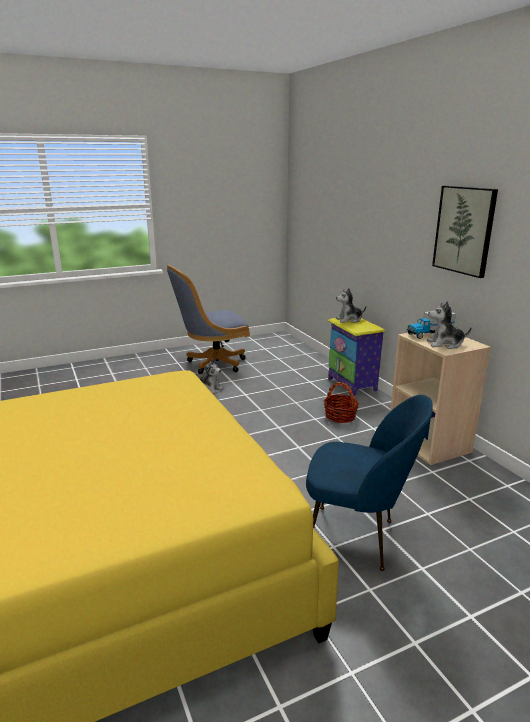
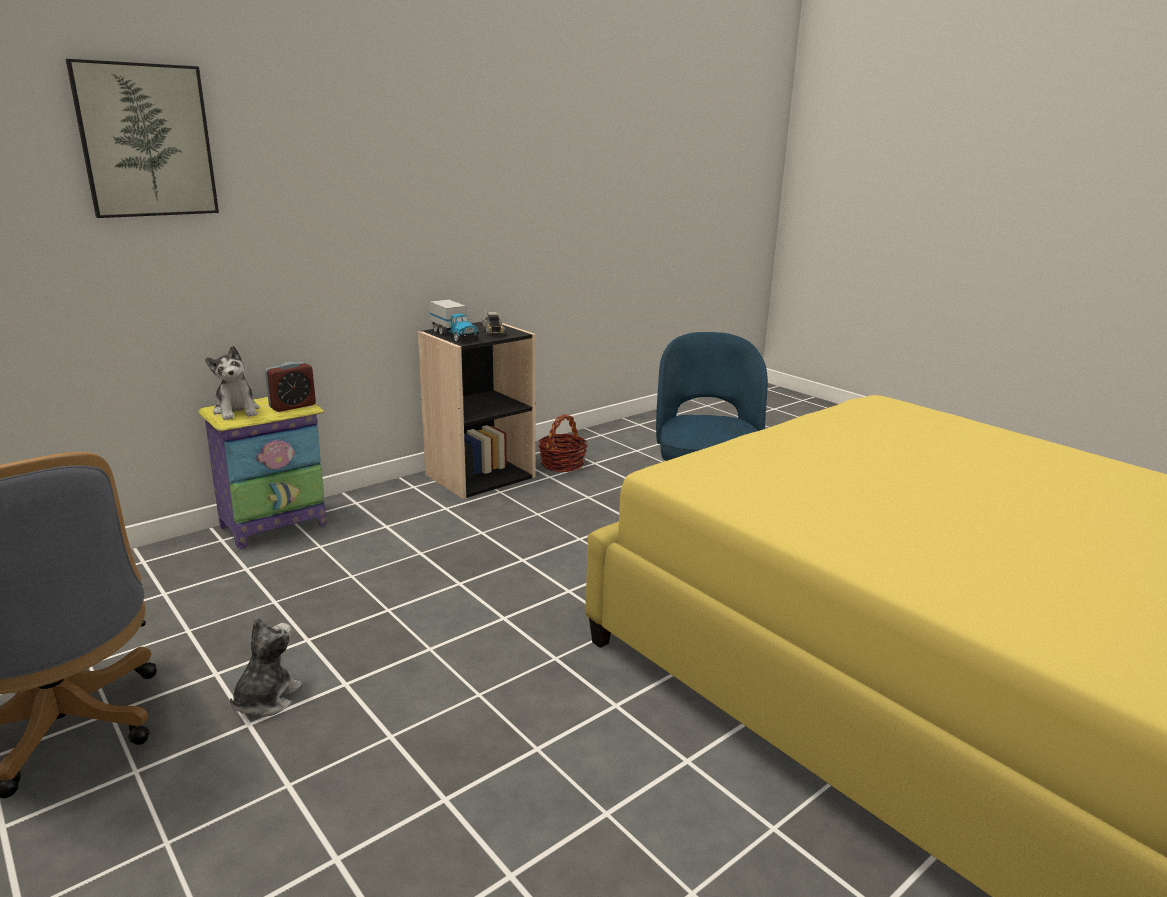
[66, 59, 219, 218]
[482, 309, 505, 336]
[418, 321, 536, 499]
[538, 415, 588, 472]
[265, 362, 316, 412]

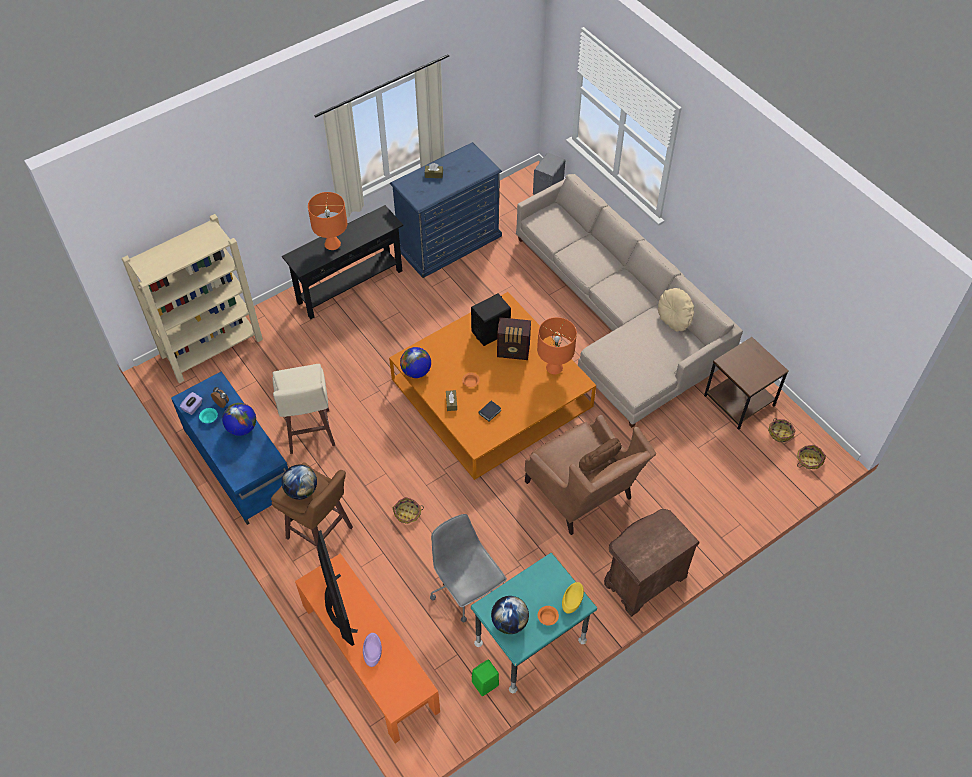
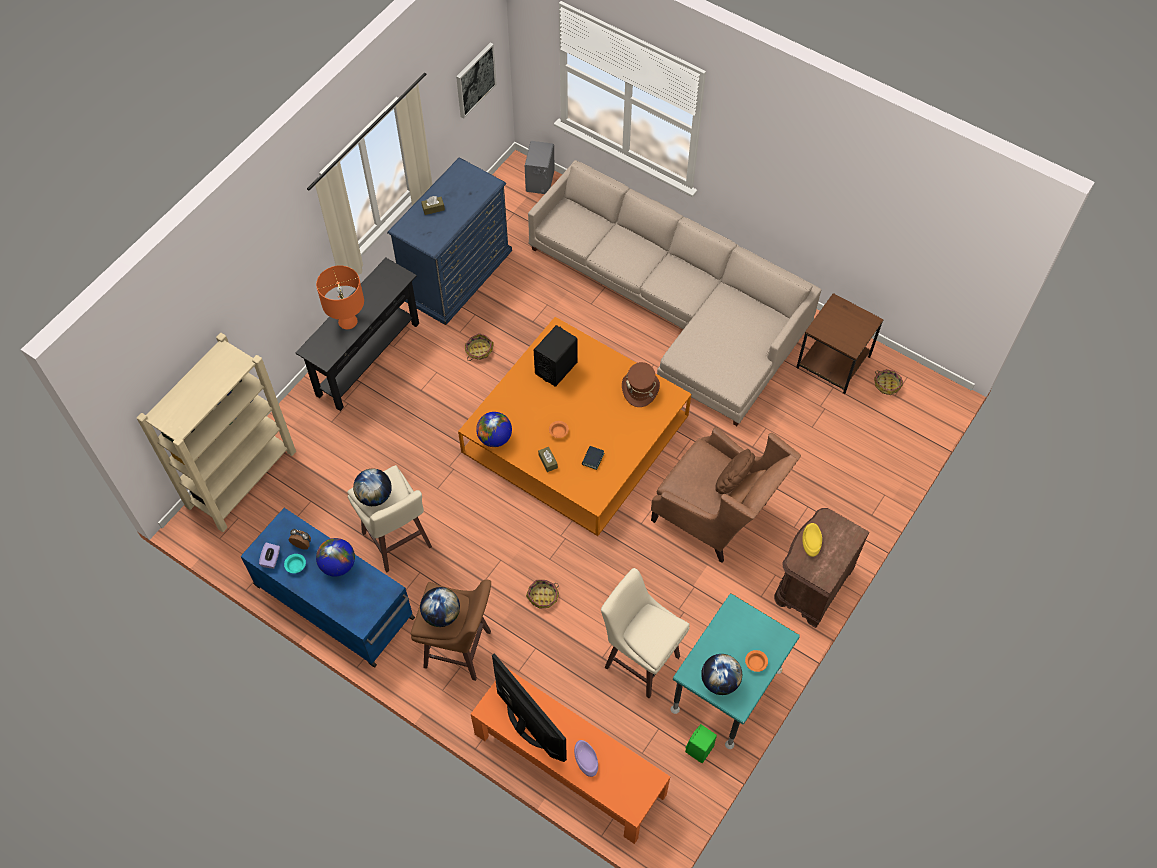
[657, 288, 694, 332] (first image)
[497, 317, 531, 360] (first image)
[622, 362, 660, 407]
[465, 333, 494, 361]
[601, 568, 690, 698]
[802, 523, 822, 557]
[456, 42, 497, 118]
[353, 468, 392, 506]

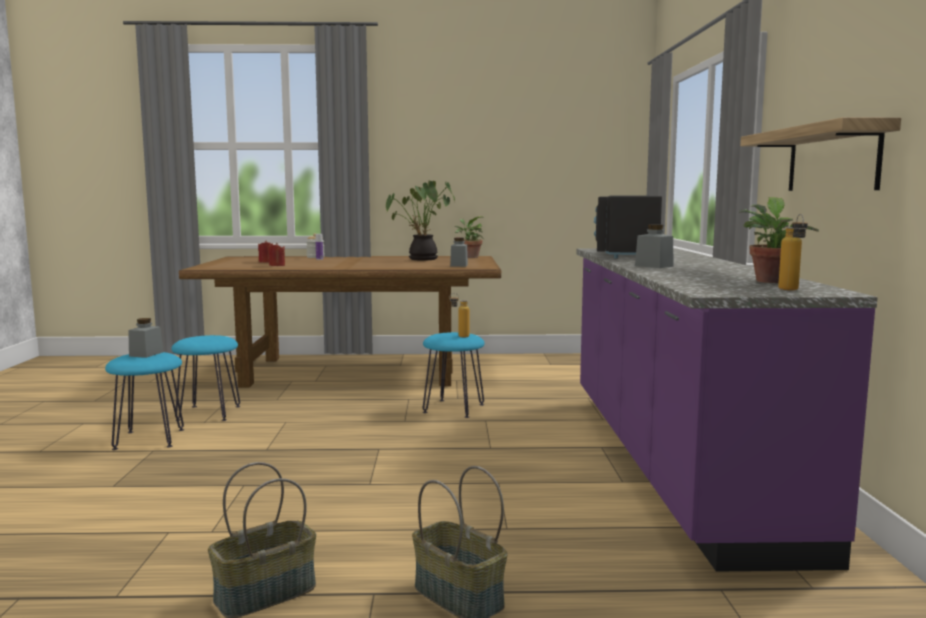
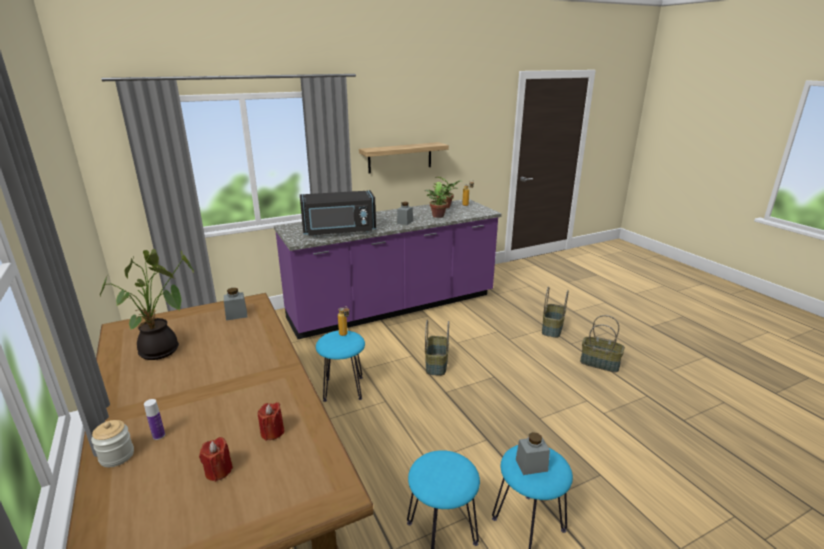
[425, 182, 453, 218]
[425, 320, 449, 376]

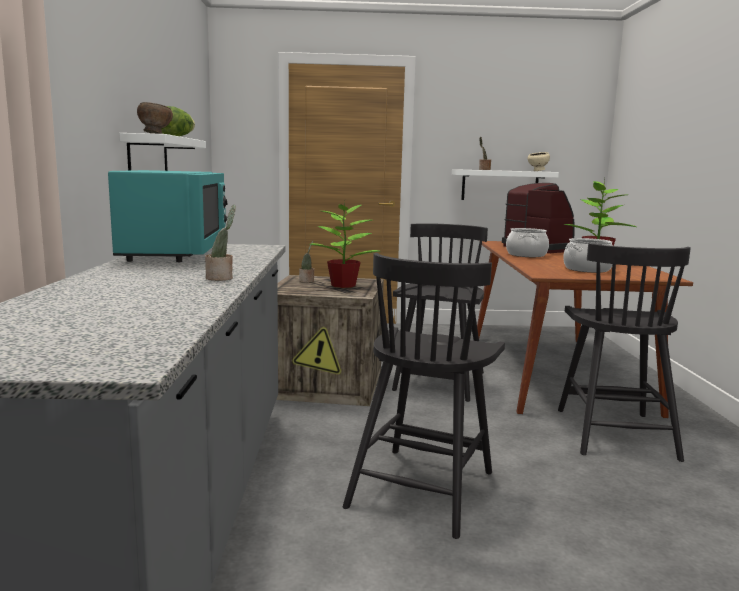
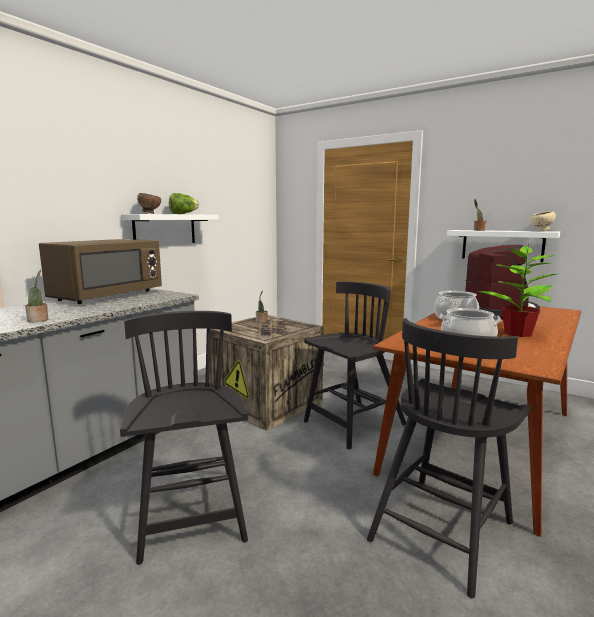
[39, 239, 162, 304]
[309, 201, 380, 288] (first image)
[120, 311, 248, 565]

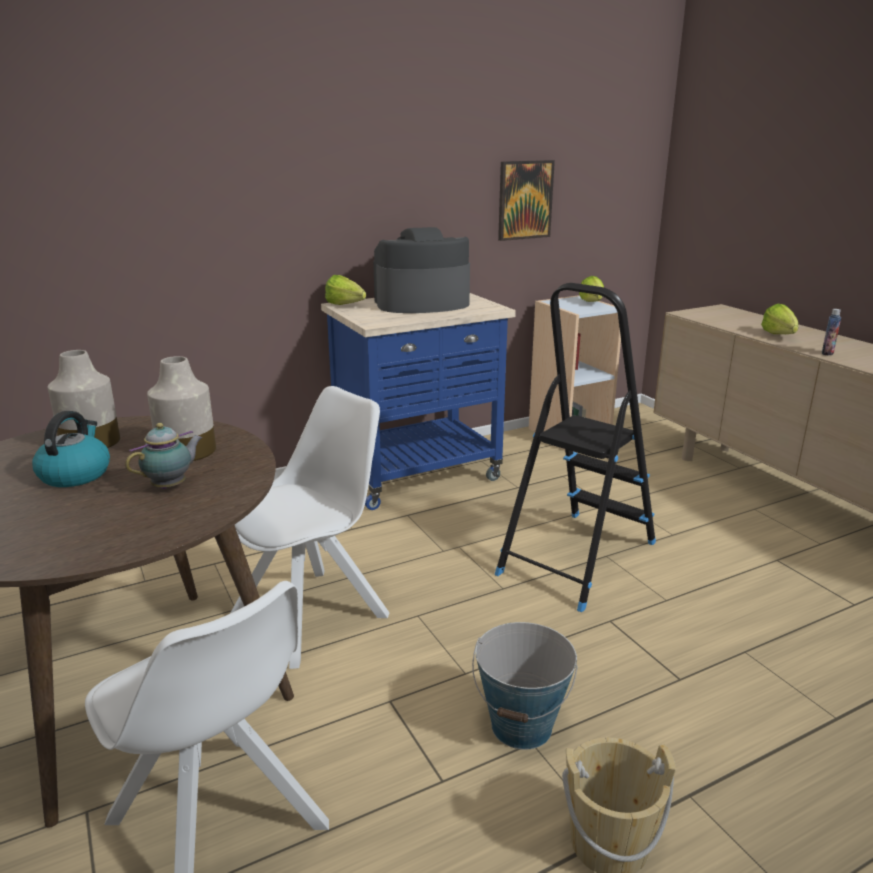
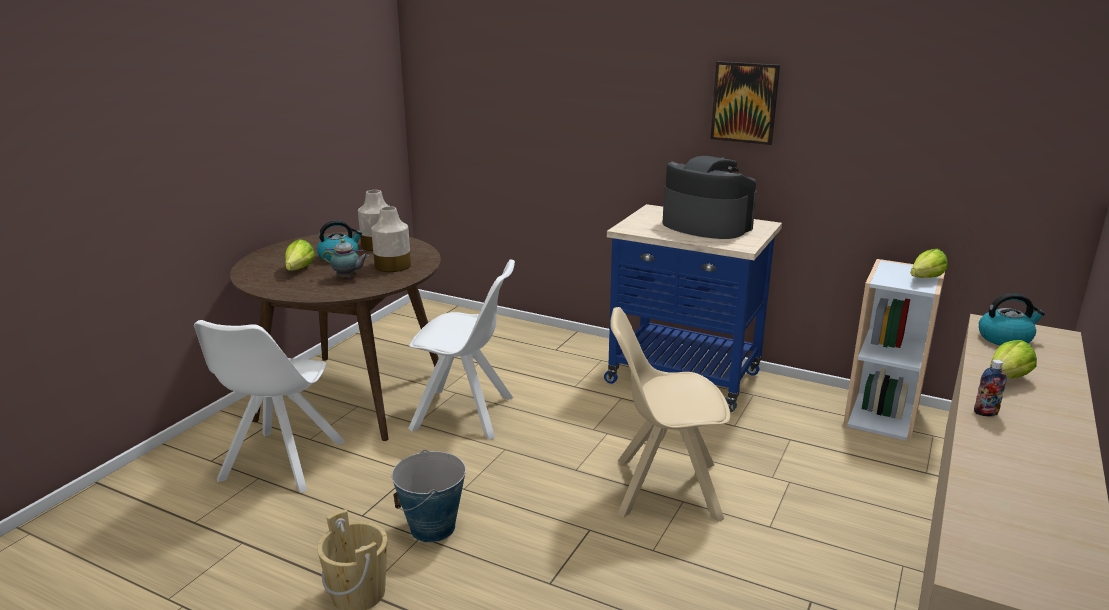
[710, 61, 780, 145]
[285, 239, 315, 271]
[610, 307, 730, 522]
[979, 293, 1045, 346]

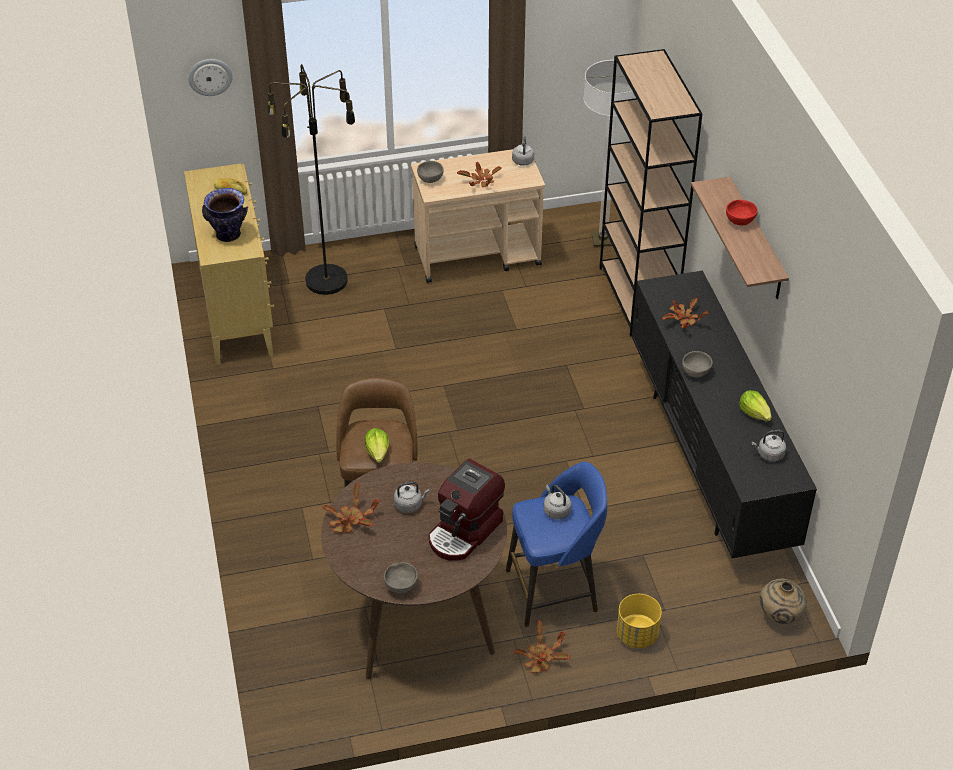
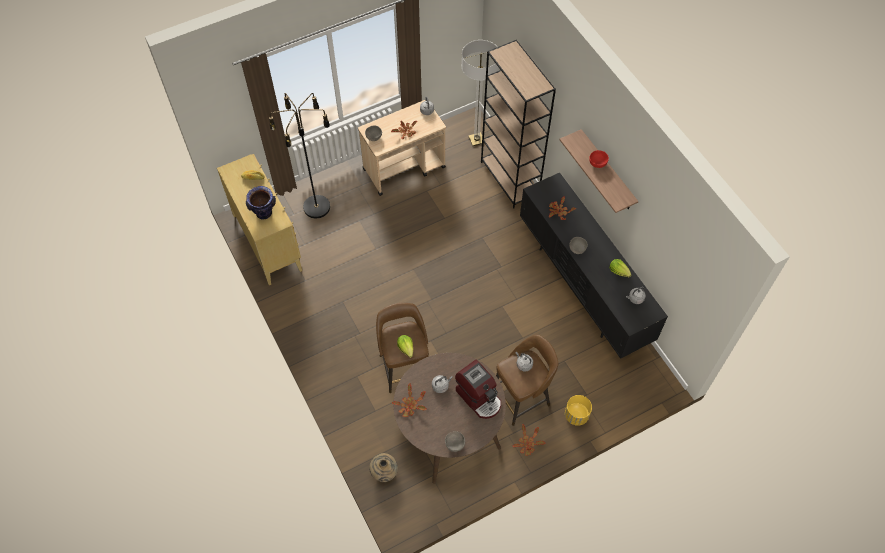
[188, 59, 233, 96] (first image)
[455, 360, 501, 419]
[496, 335, 558, 426]
[369, 453, 398, 482]

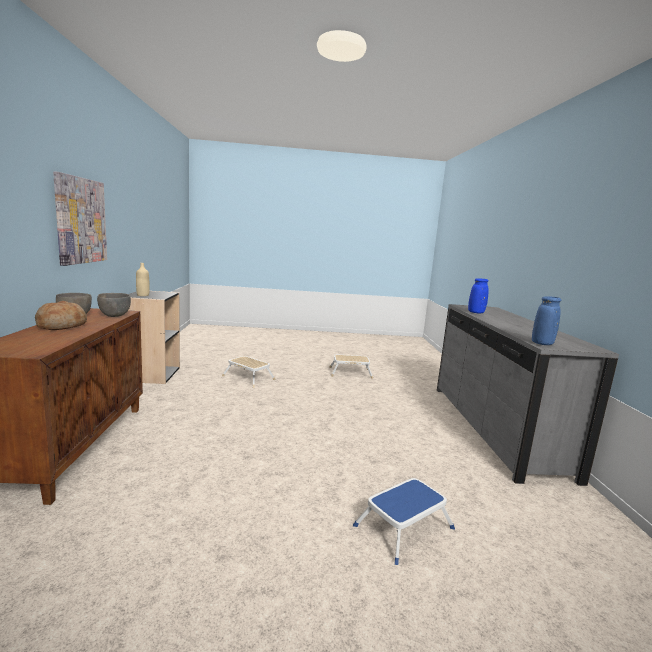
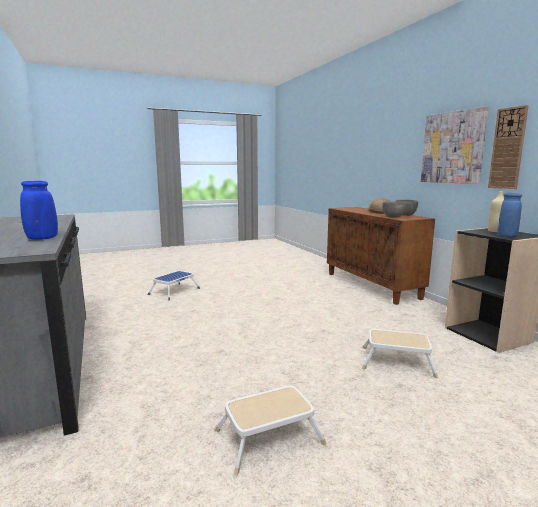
[498, 193, 522, 237]
[488, 105, 529, 189]

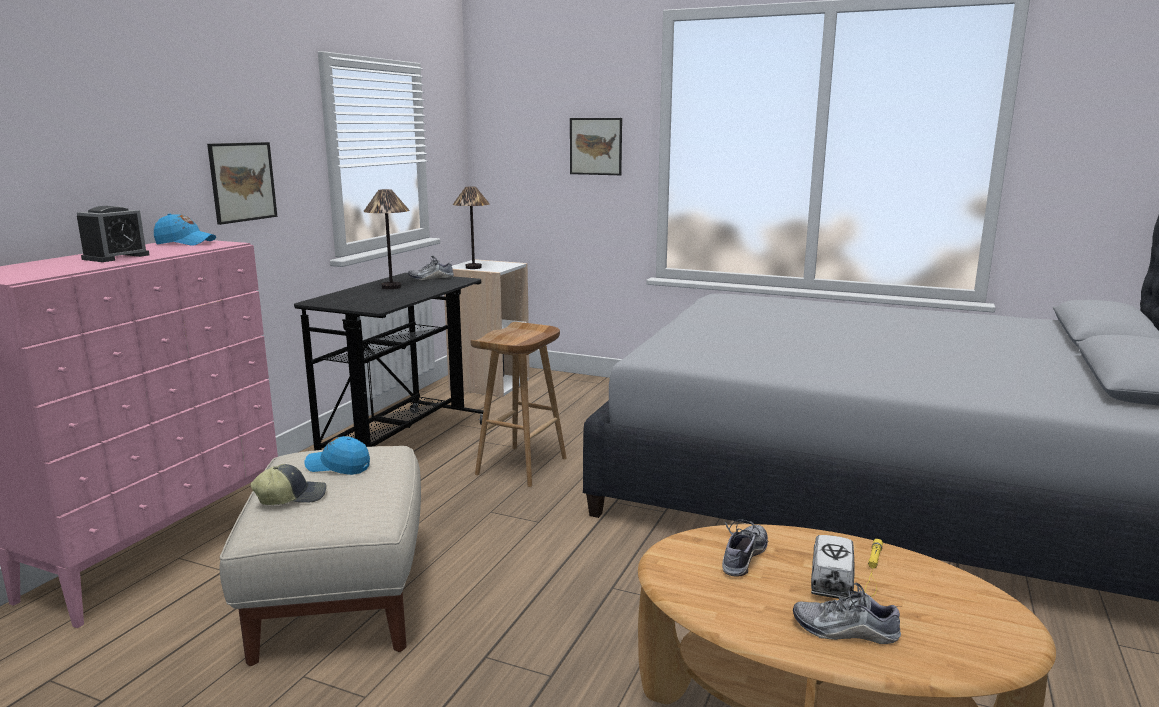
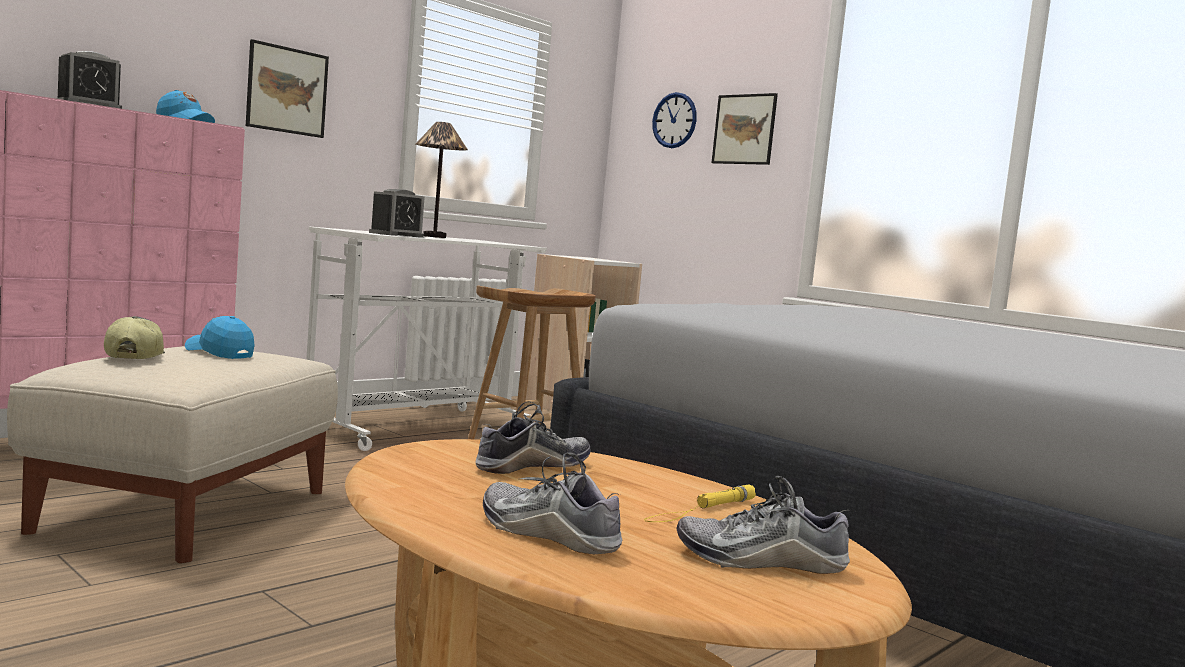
[453, 186, 490, 269] (first image)
[676, 476, 853, 574]
[306, 227, 547, 451]
[104, 316, 165, 359]
[811, 535, 855, 599] (first image)
[652, 92, 697, 148]
[369, 189, 425, 238]

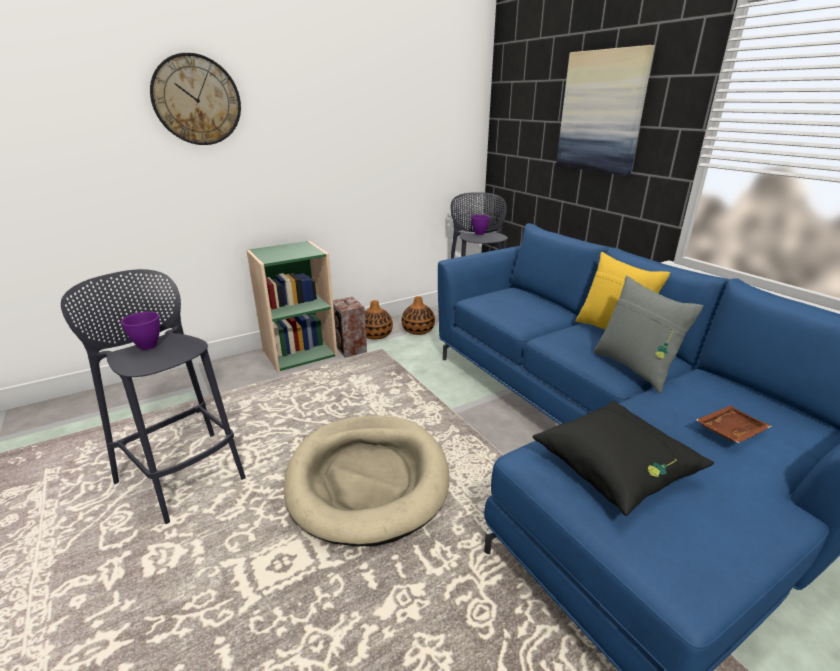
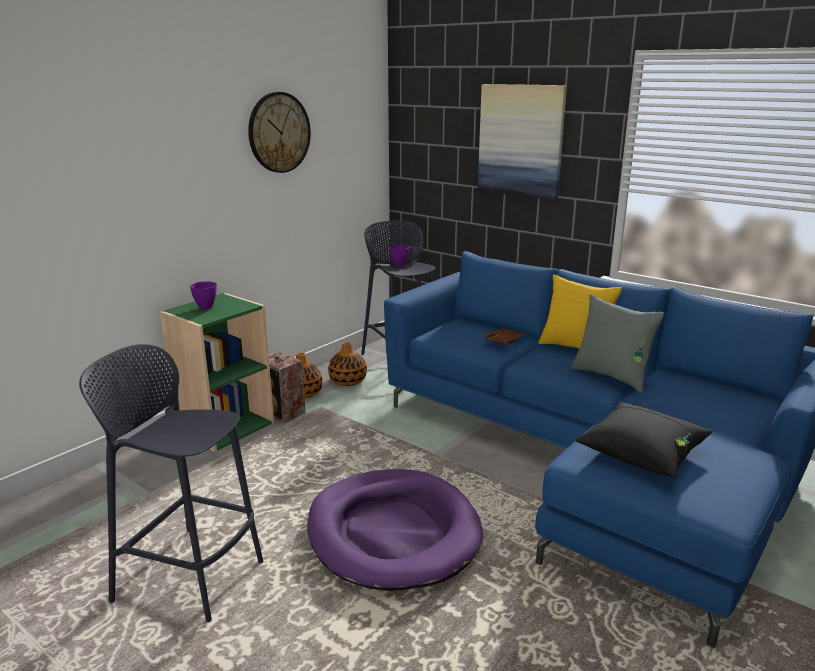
[248, 92, 311, 173]
[190, 281, 217, 310]
[482, 328, 527, 345]
[307, 469, 483, 591]

